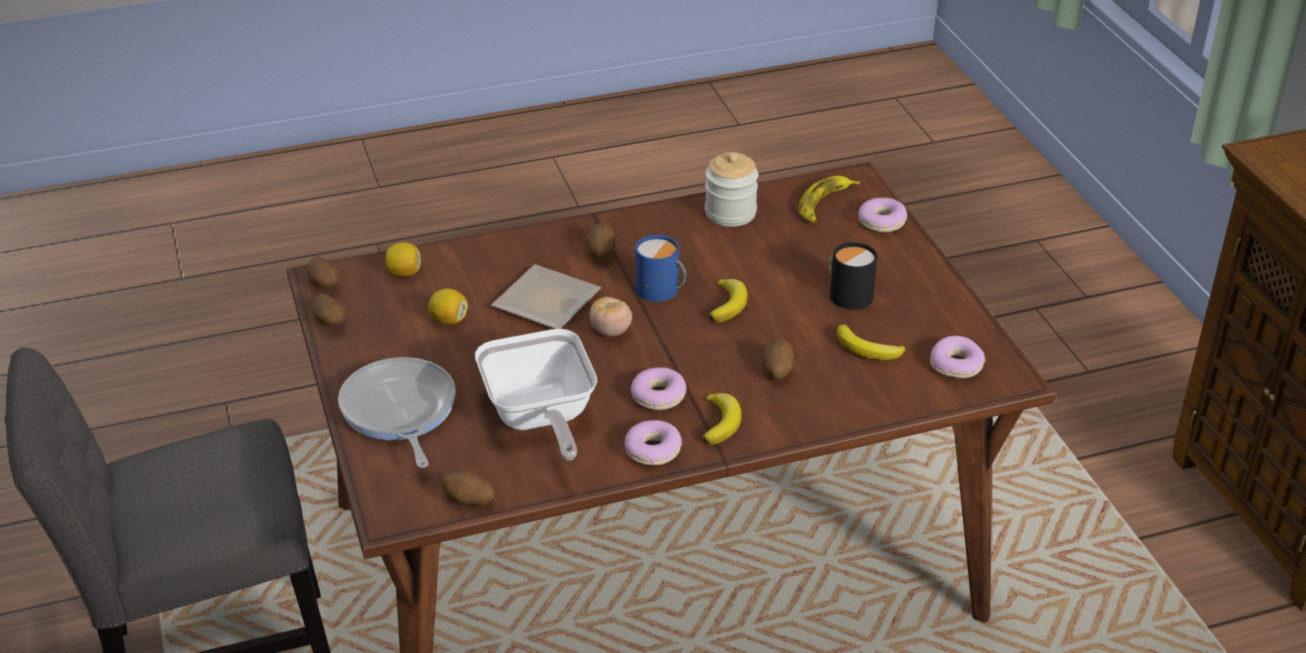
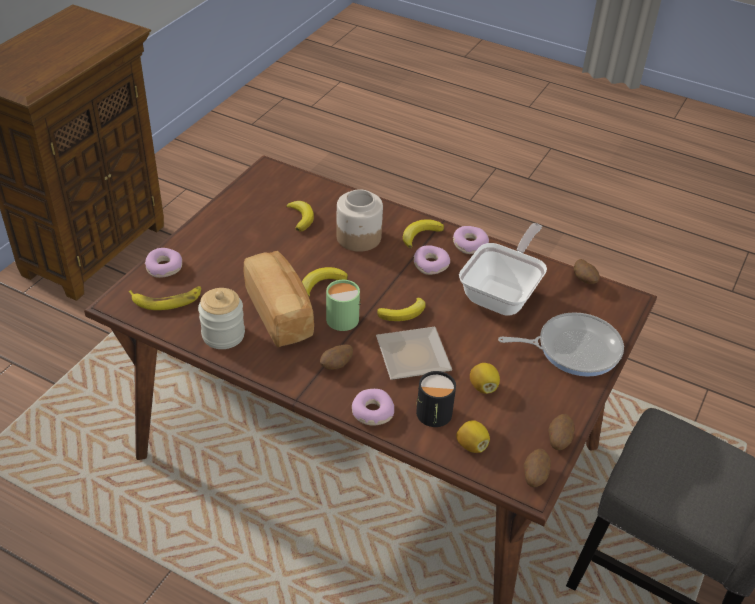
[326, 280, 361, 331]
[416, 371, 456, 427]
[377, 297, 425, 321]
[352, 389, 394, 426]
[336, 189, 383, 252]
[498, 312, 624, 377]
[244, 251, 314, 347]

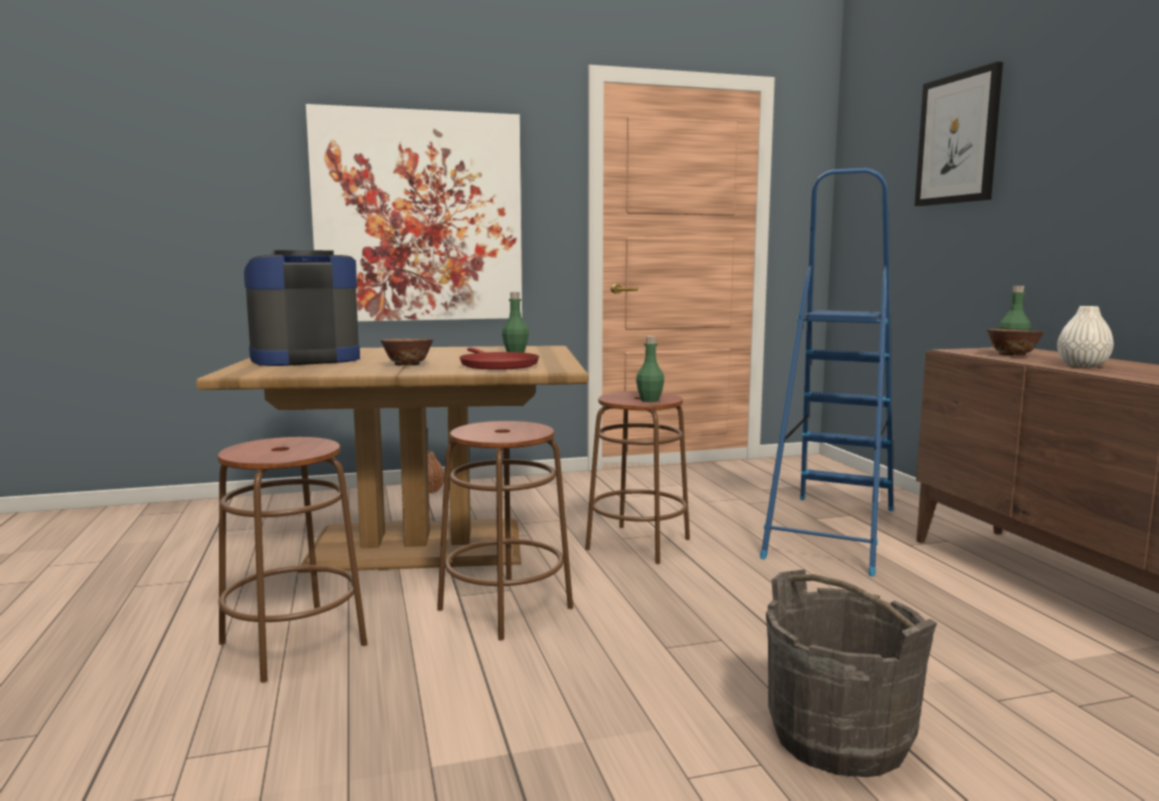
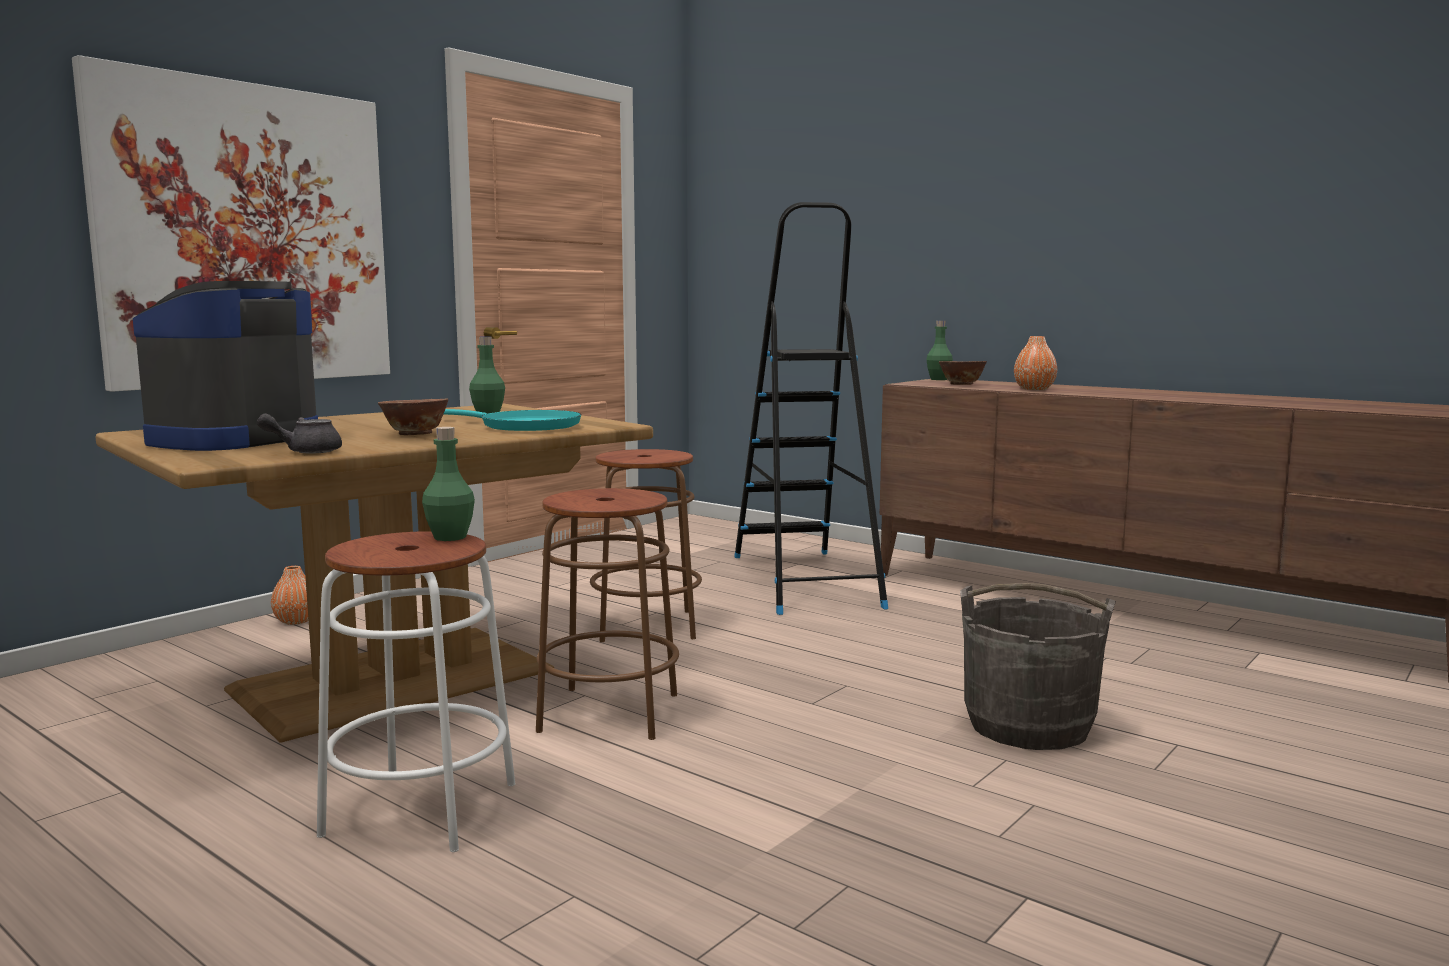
[915, 62, 1003, 206] (first image)
[734, 202, 888, 615]
[1014, 336, 1057, 390]
[422, 427, 475, 541]
[443, 409, 582, 431]
[317, 531, 515, 852]
[257, 413, 342, 454]

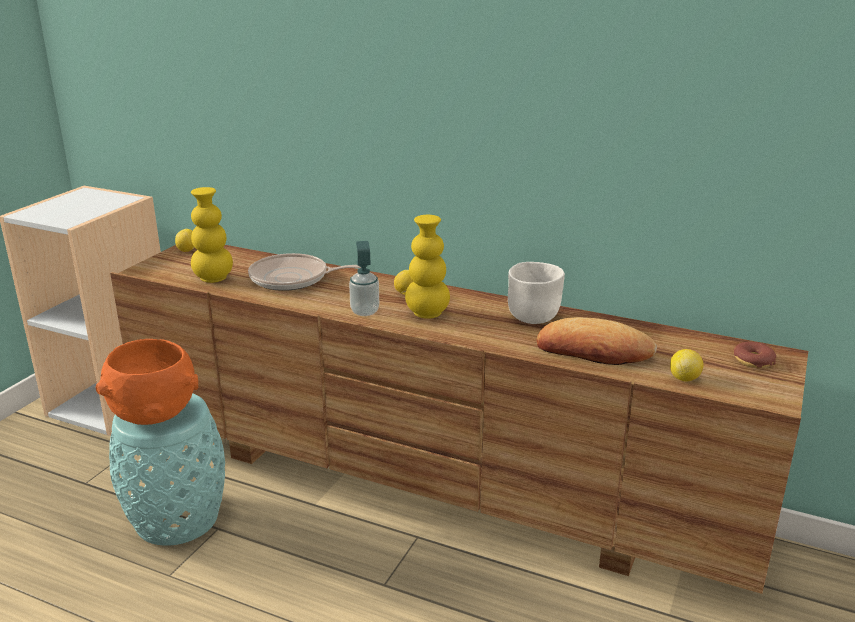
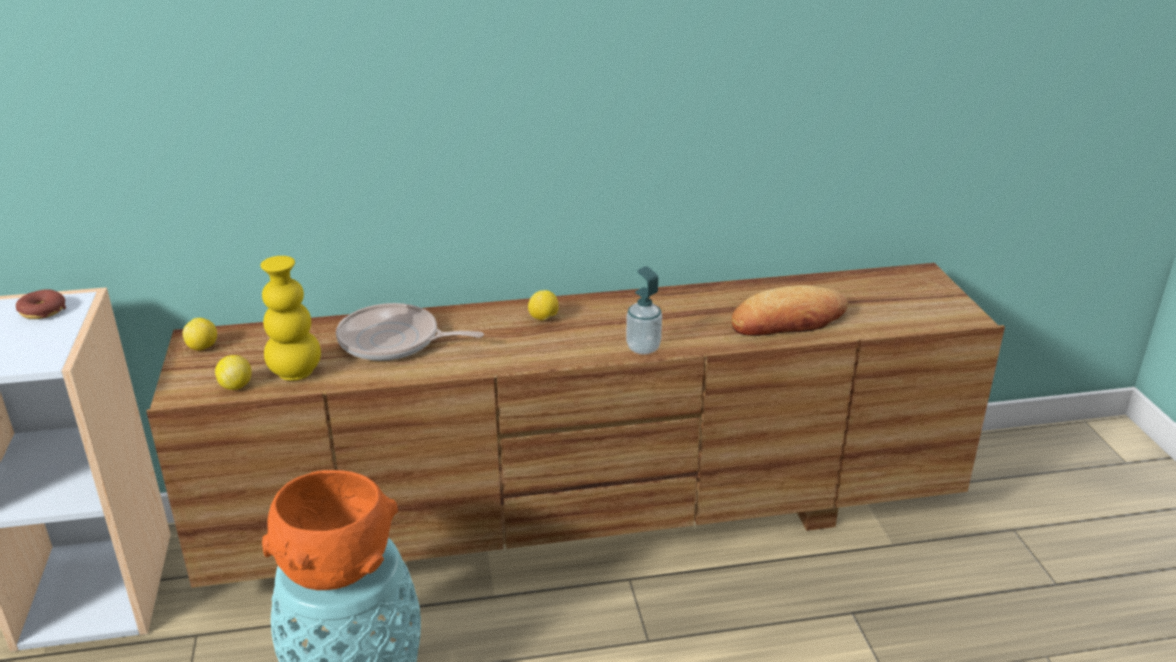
[405, 215, 450, 319] (first image)
[626, 266, 662, 355]
[336, 303, 484, 361]
[508, 262, 565, 324] (first image)
[16, 289, 66, 319]
[215, 355, 252, 390]

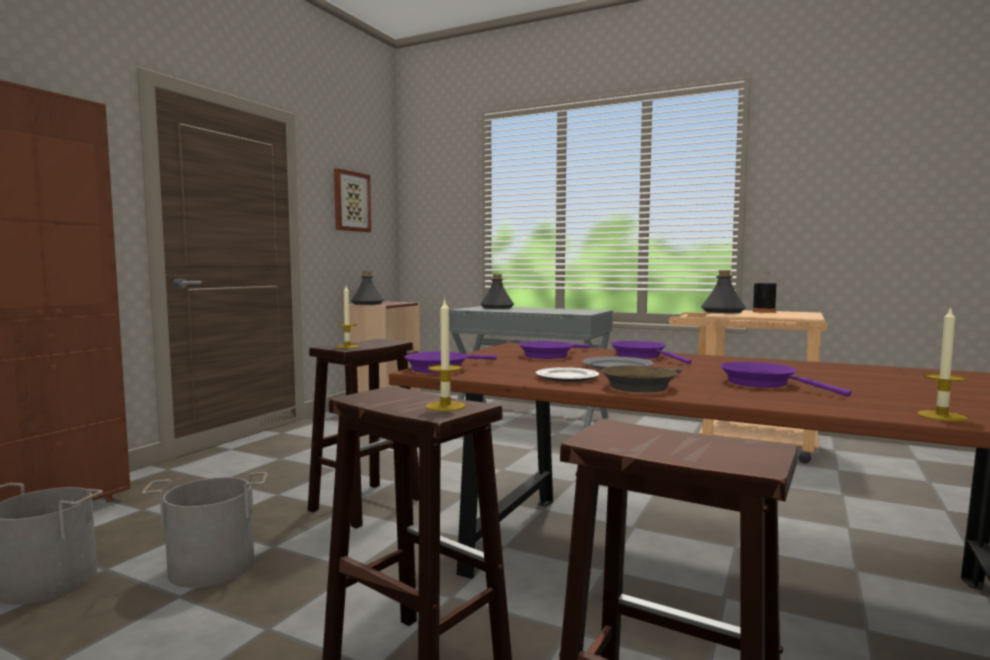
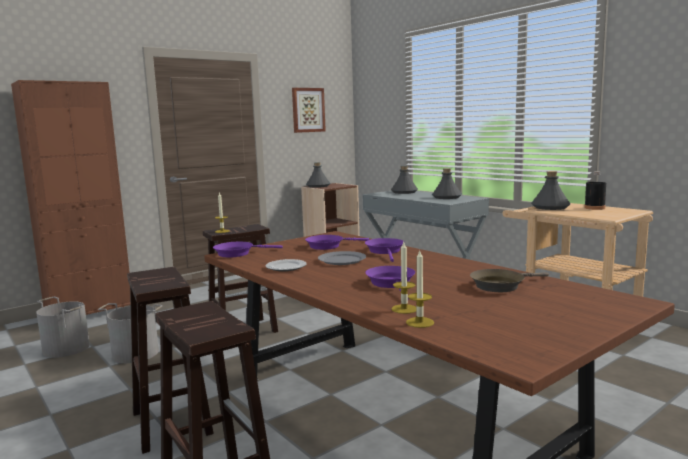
[391, 242, 416, 314]
[470, 269, 549, 292]
[432, 168, 462, 199]

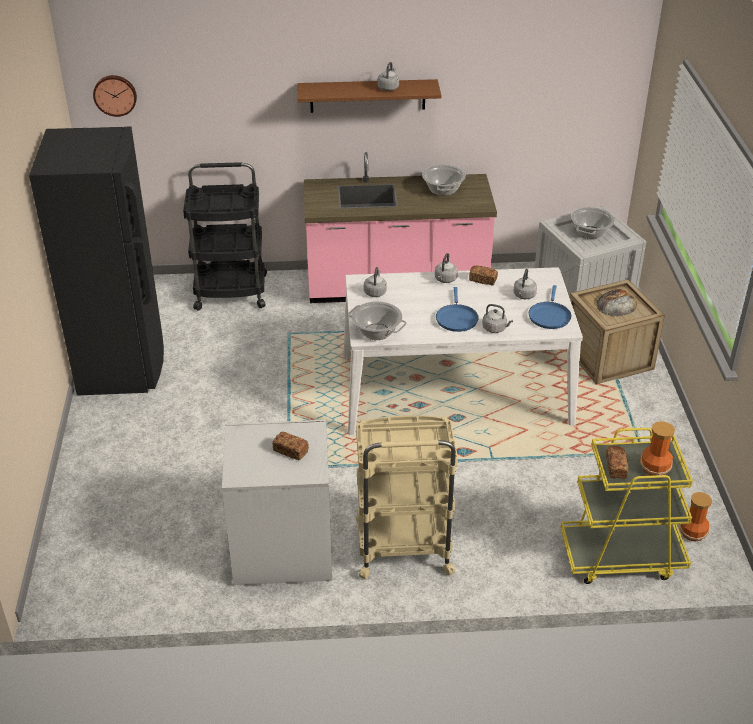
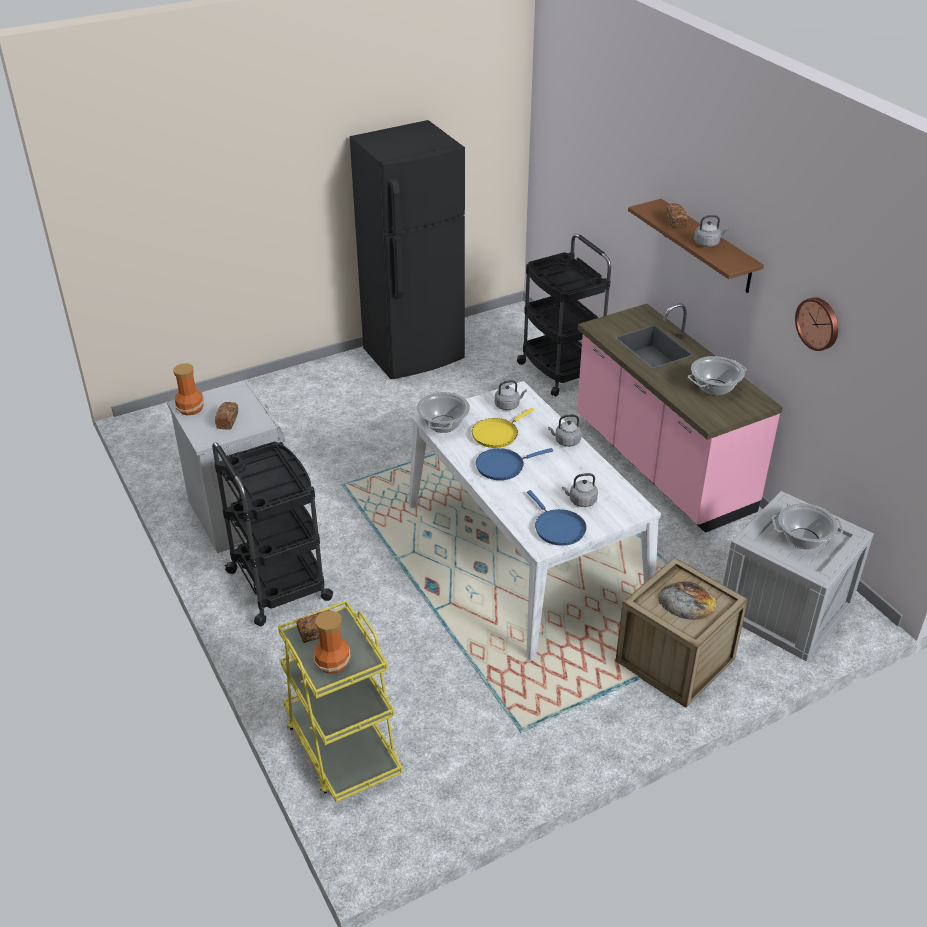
[795, 297, 838, 351]
[666, 203, 688, 229]
[527, 490, 586, 546]
[482, 304, 513, 333] (first image)
[212, 441, 333, 626]
[173, 363, 204, 415]
[472, 408, 534, 448]

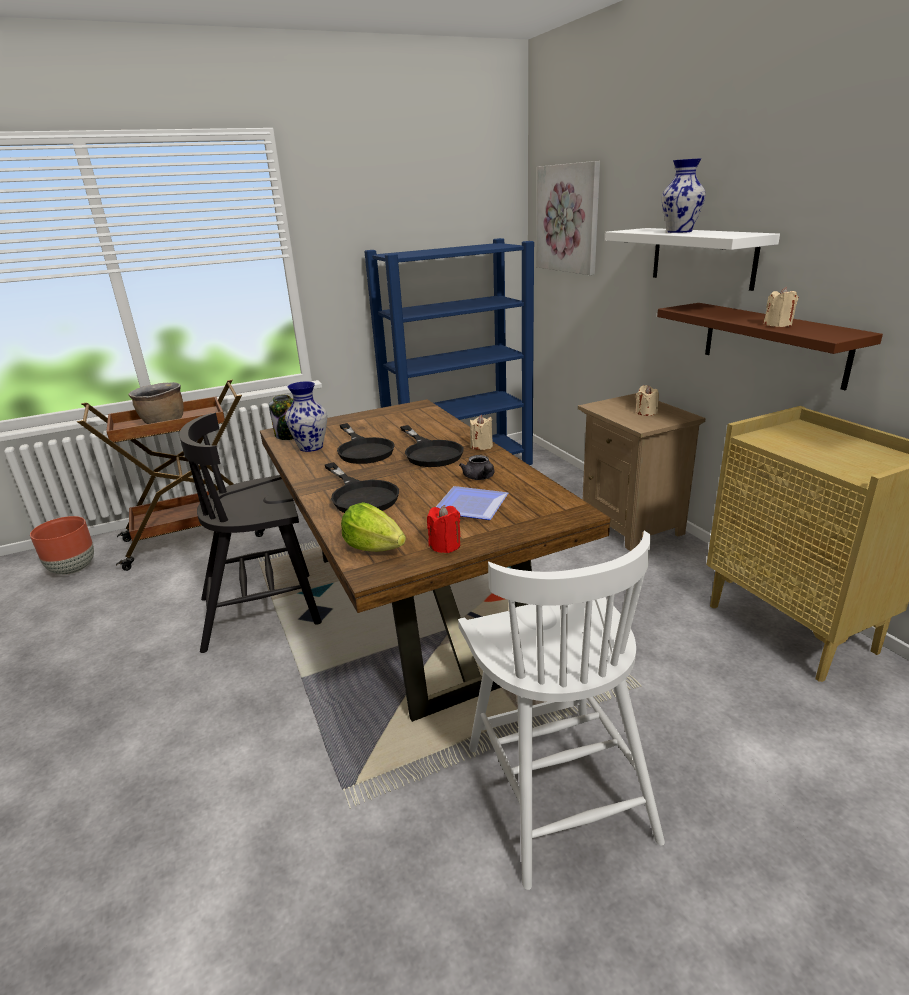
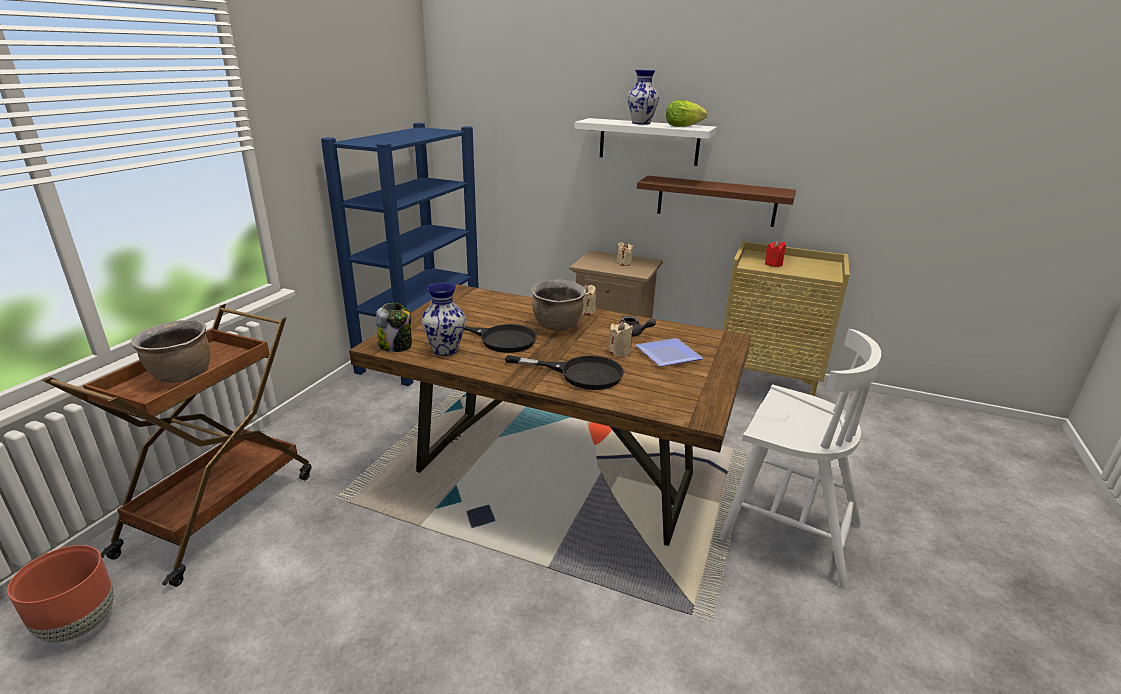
[536, 161, 600, 275] (first image)
[608, 321, 633, 356]
[179, 413, 322, 653] (first image)
[531, 279, 586, 331]
[666, 100, 707, 127]
[765, 240, 786, 267]

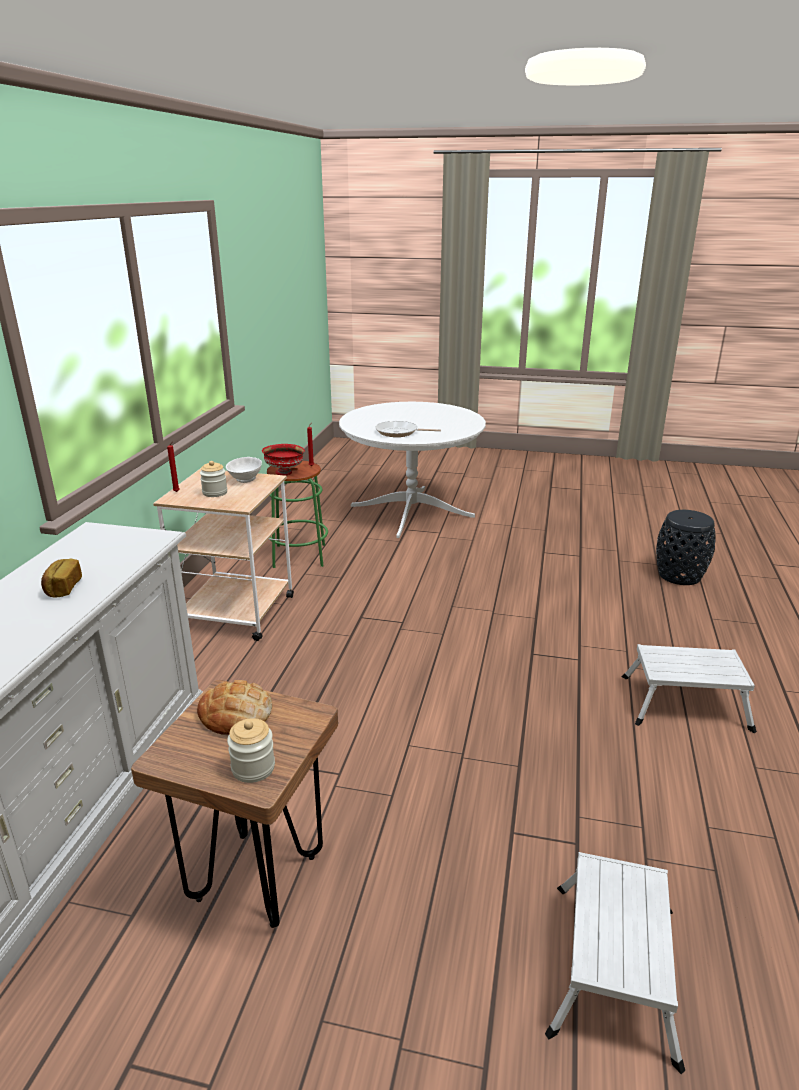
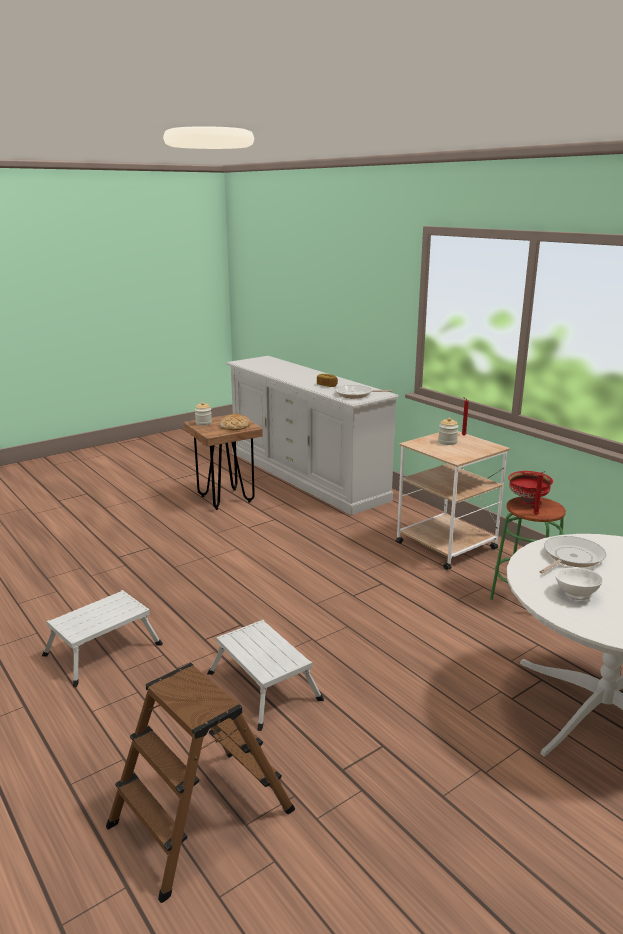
[555, 568, 603, 600]
[106, 663, 295, 903]
[207, 620, 324, 731]
[335, 385, 392, 398]

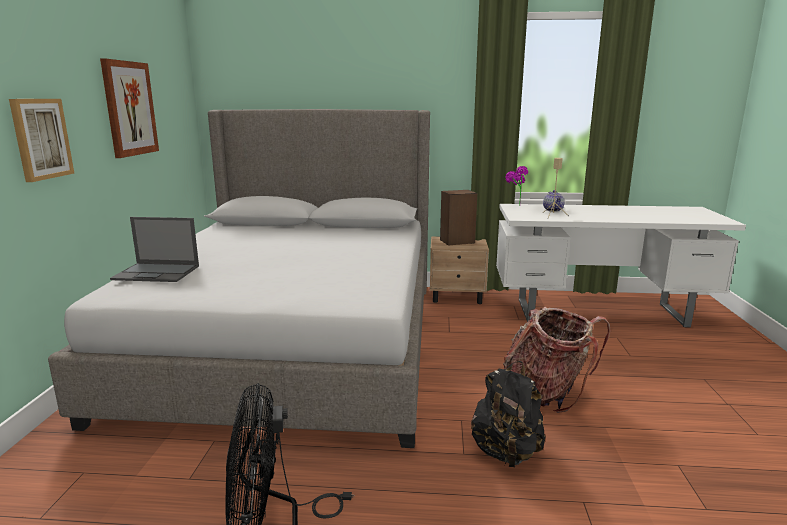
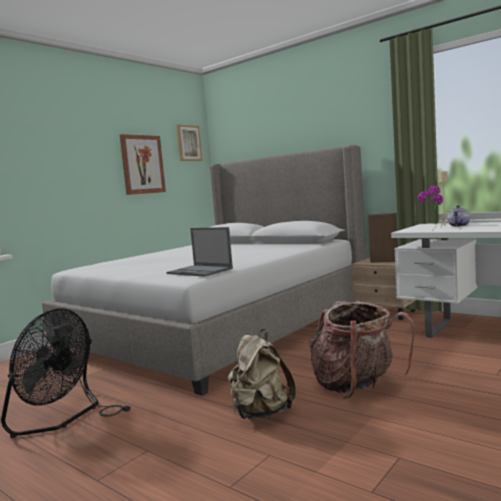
[176, 125, 203, 161]
[167, 227, 233, 277]
[228, 329, 296, 419]

